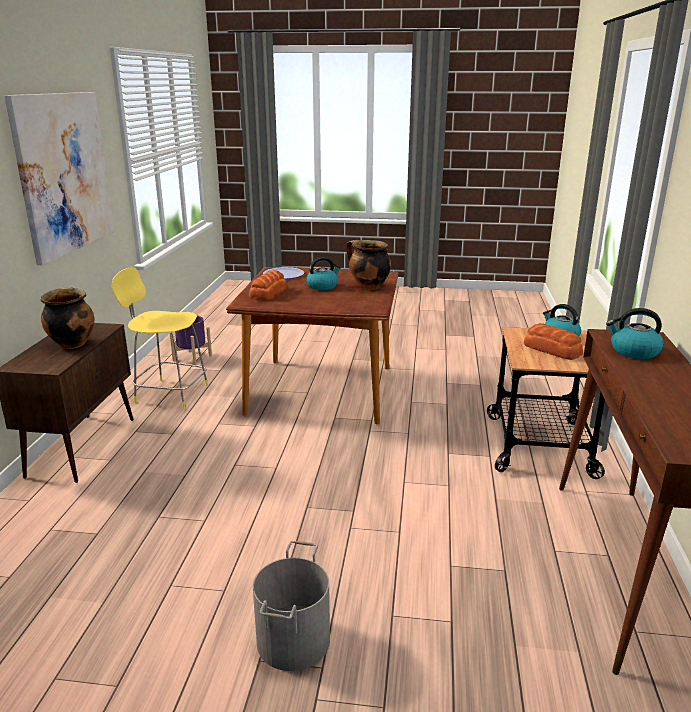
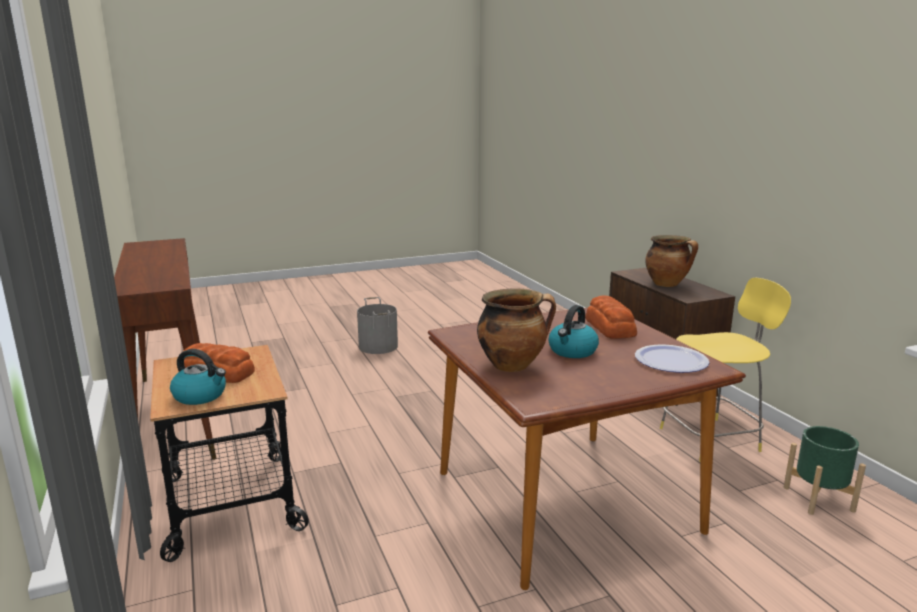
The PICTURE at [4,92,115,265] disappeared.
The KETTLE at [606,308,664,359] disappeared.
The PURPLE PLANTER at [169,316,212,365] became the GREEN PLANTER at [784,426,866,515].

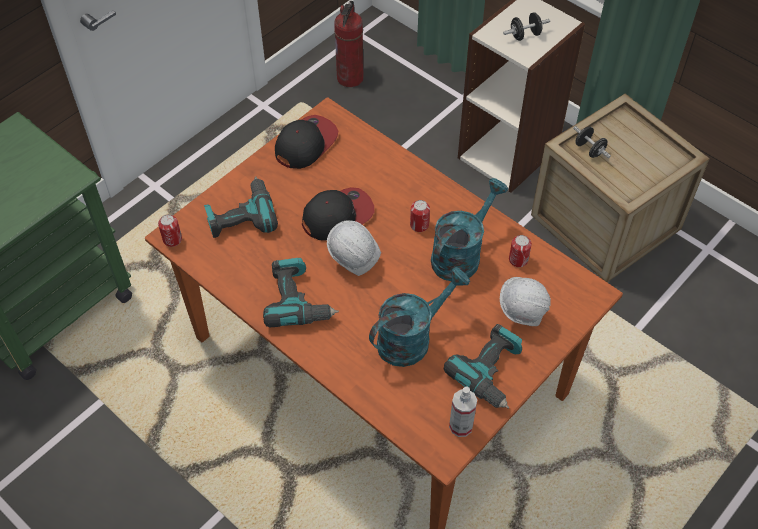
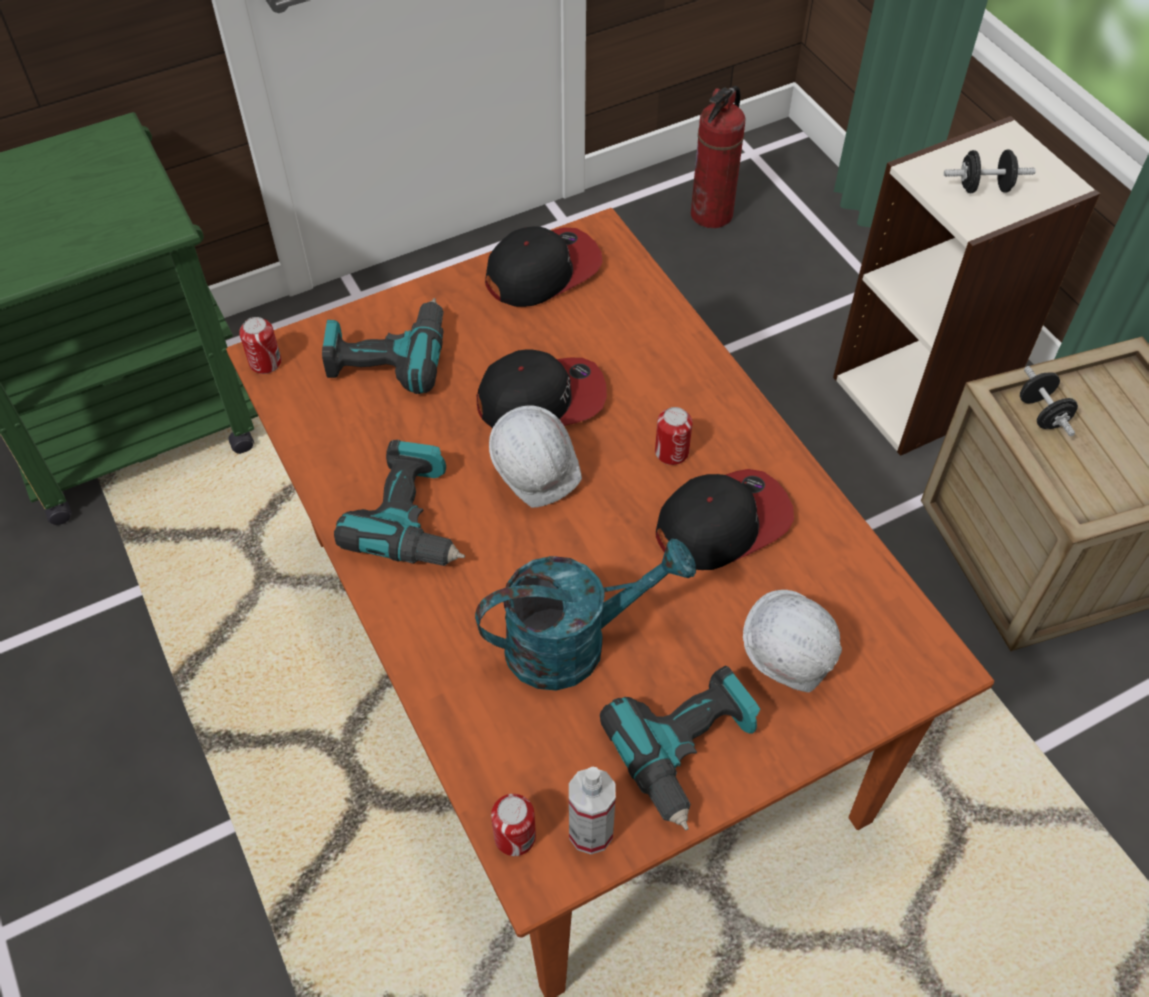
The CAN moved from [509,235,532,267] to [491,794,536,856].
The TURQUOISE WATERING CAN at [431,178,508,281] was replaced by the CAP at [656,469,794,570].

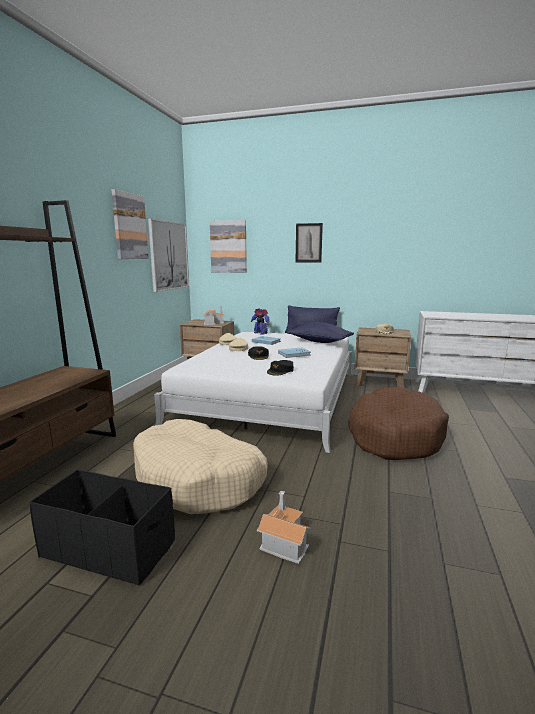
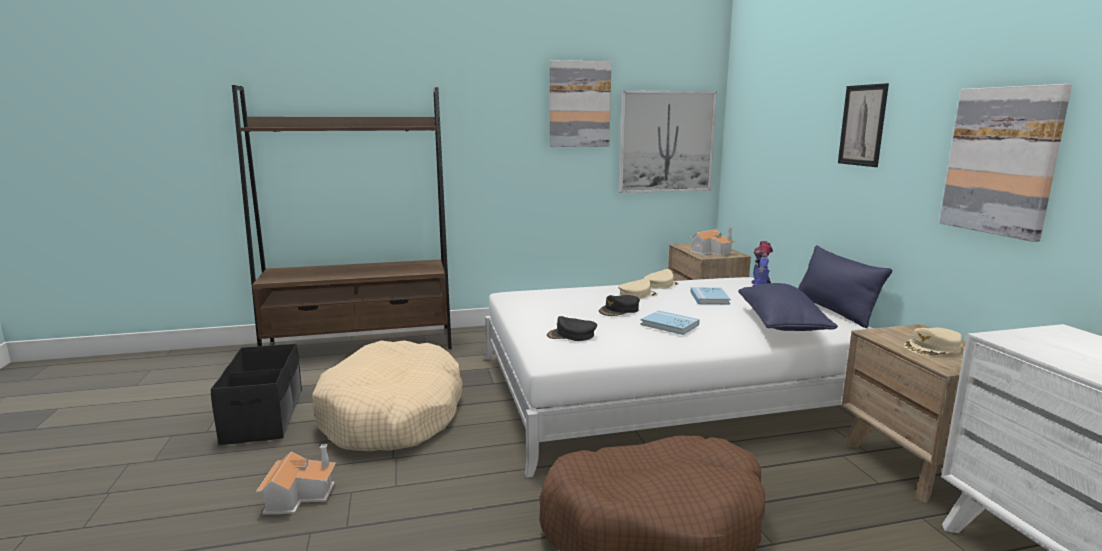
The PICTURE moved from [210,220,247,273] to [939,84,1072,242].

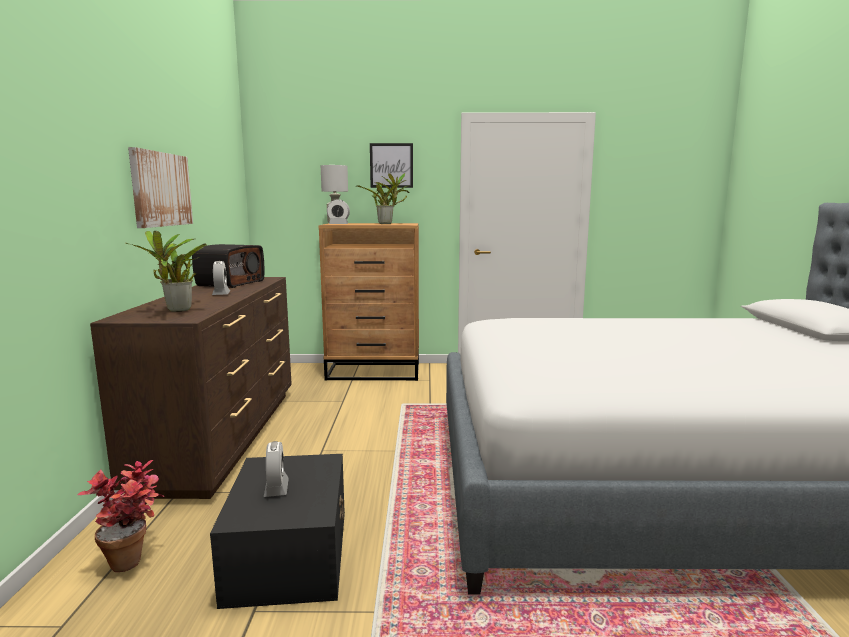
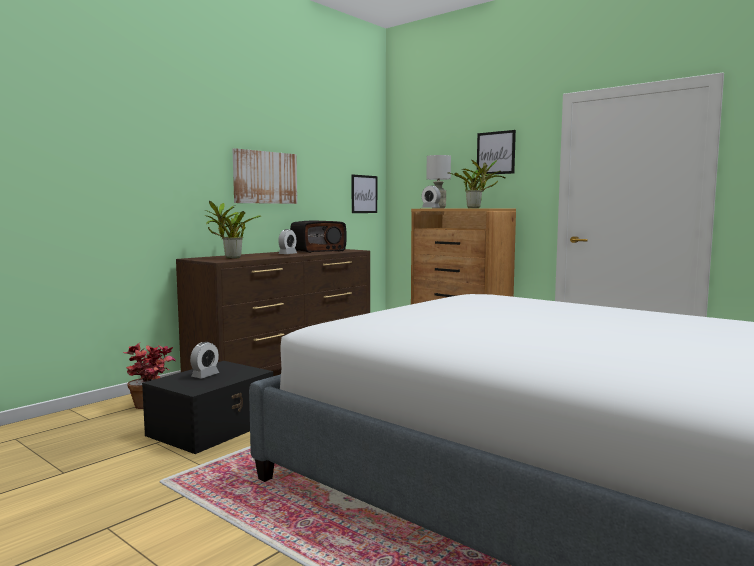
The PICTURE at [352,174,377,213] appeared.

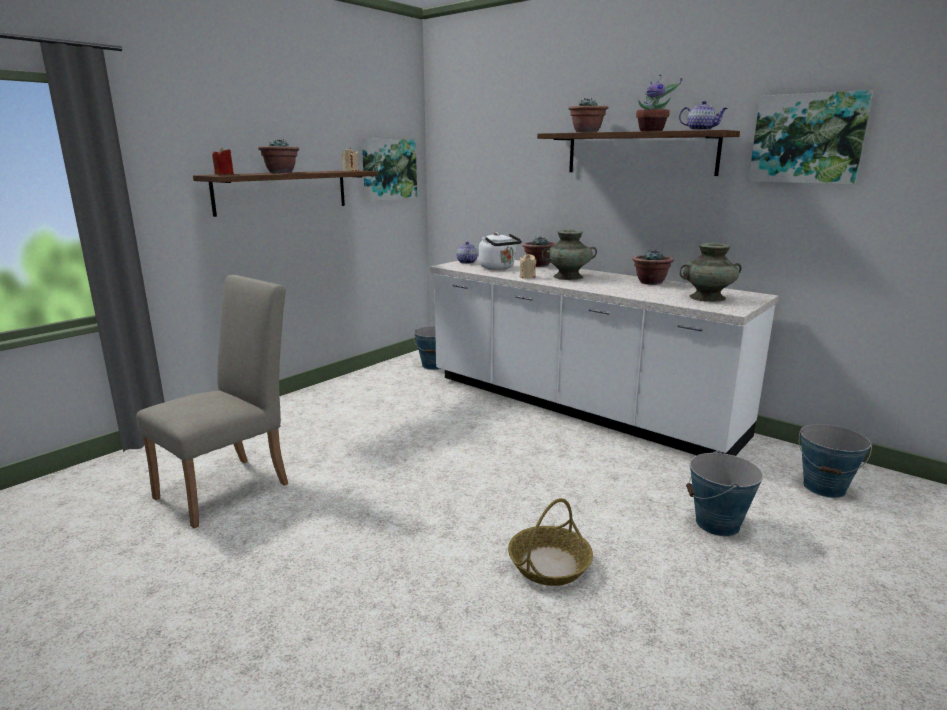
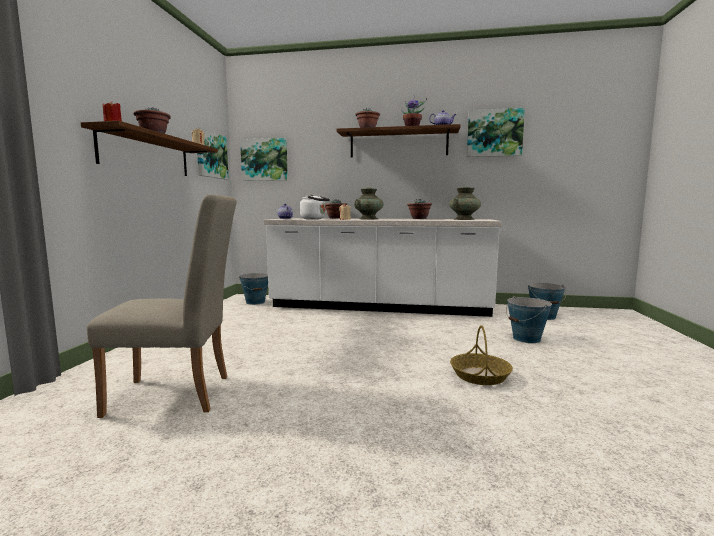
The PICTURE at [240,138,288,181] appeared.
The BEIGE CHAIR at [136,275,288,528] turned 75 degrees clockwise.

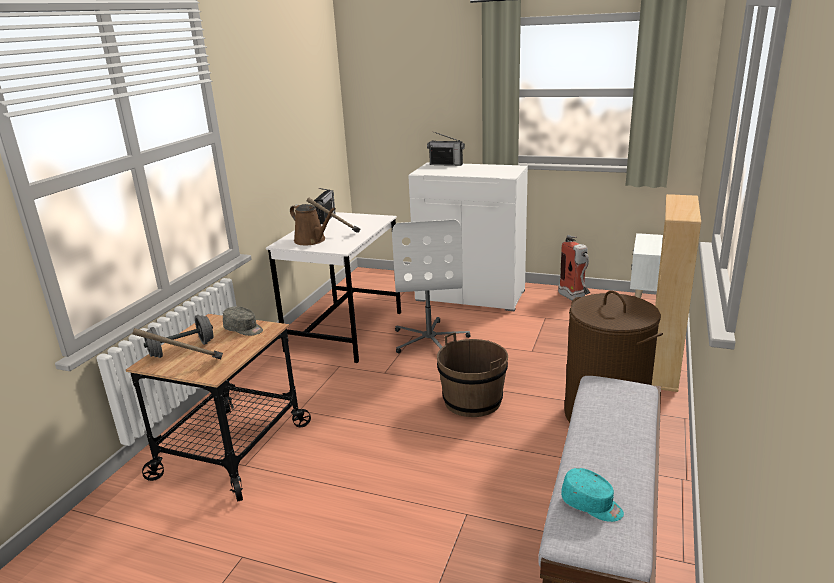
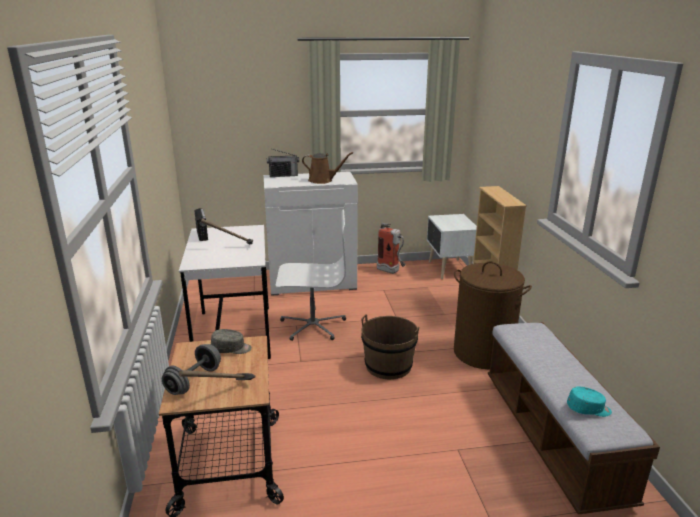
The BROWN WATERING CAN moved from [290,204,336,245] to [302,152,353,184].
The WHITE OFFICE CHAIR at [392,219,471,353] turned 60 degrees counterclockwise.

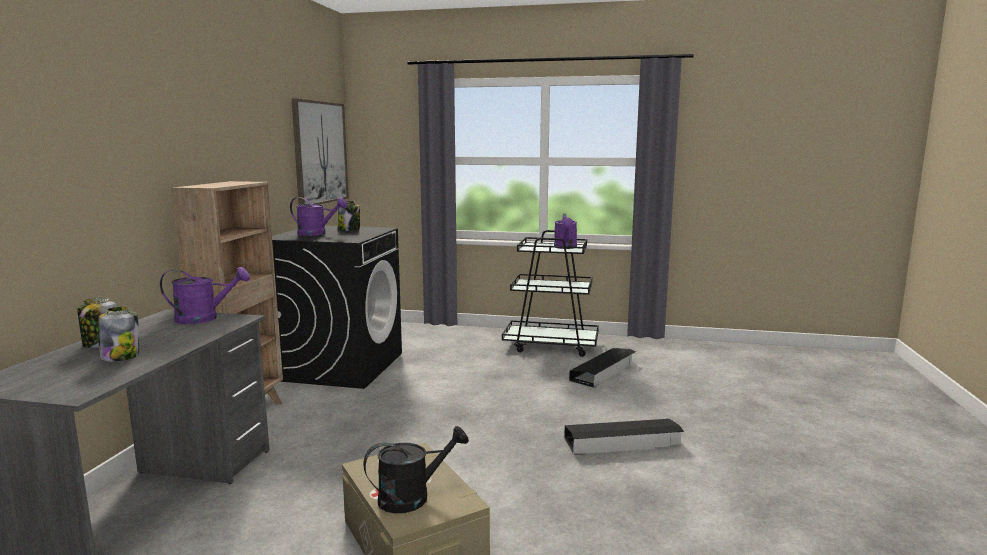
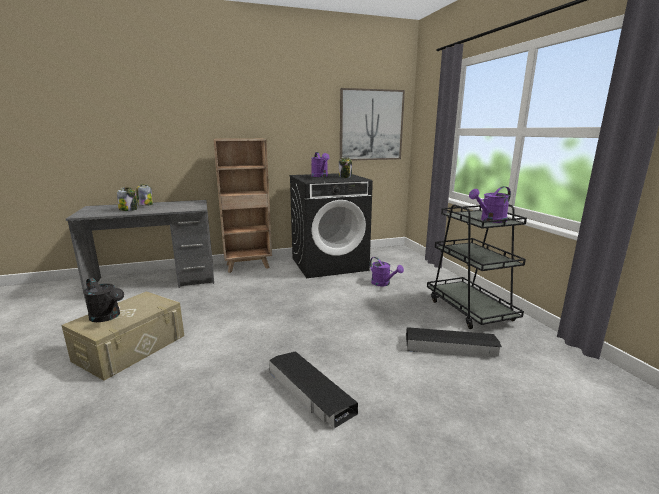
The PURPLE WATERING CAN moved from [160,267,250,324] to [370,257,404,286].

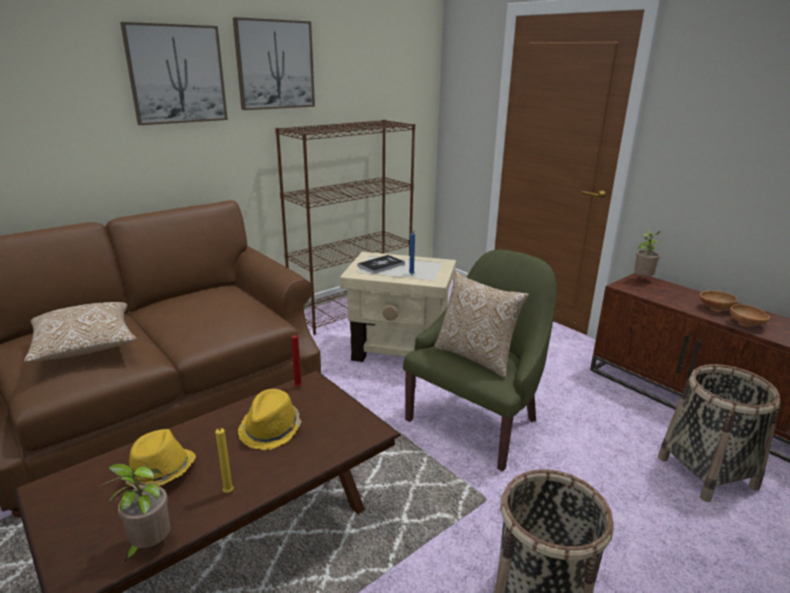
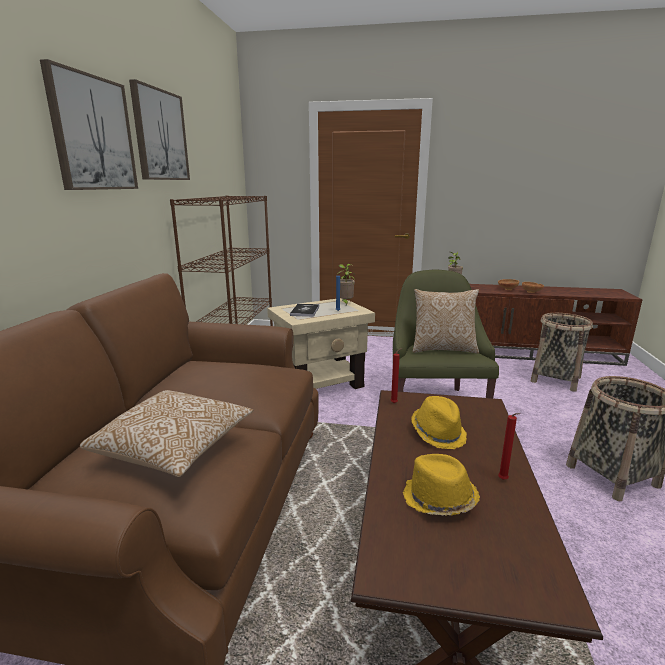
The POTTED PLANT moved from [99,464,170,562] to [337,264,355,305].
The YELLOW CANDLE at [213,428,234,493] became the RED CANDLE at [498,413,520,480].

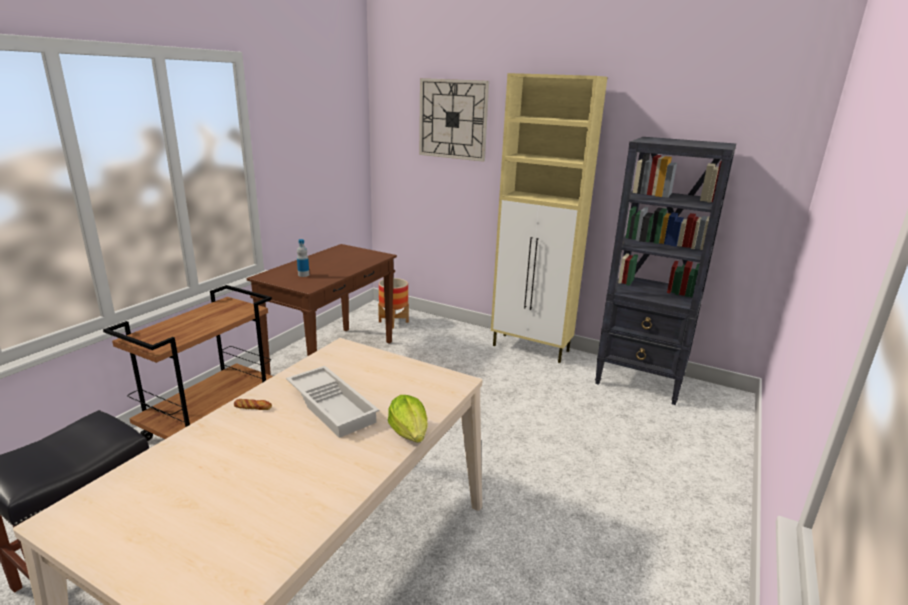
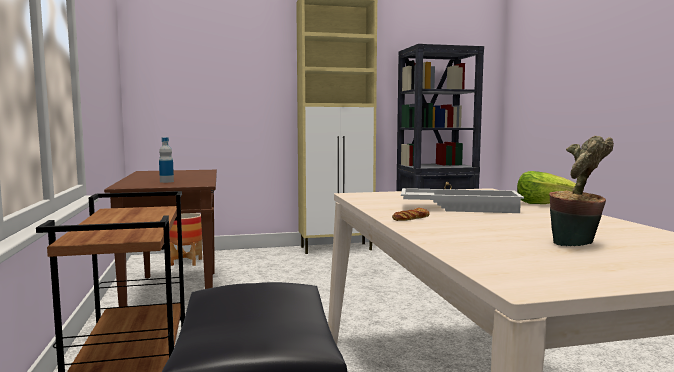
The WALL CLOCK at [419,78,489,162] disappeared.
The POTTED PLANT at [549,136,614,246] appeared.

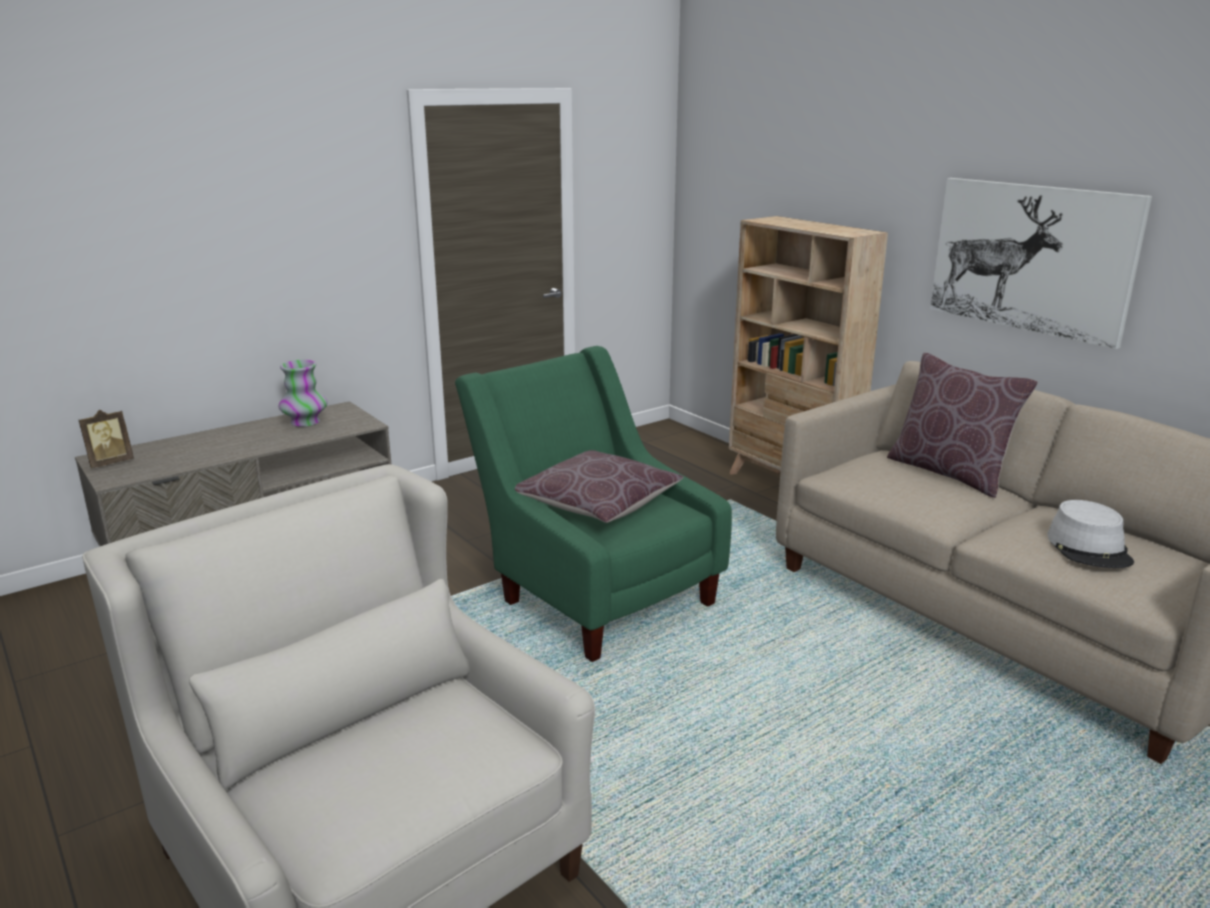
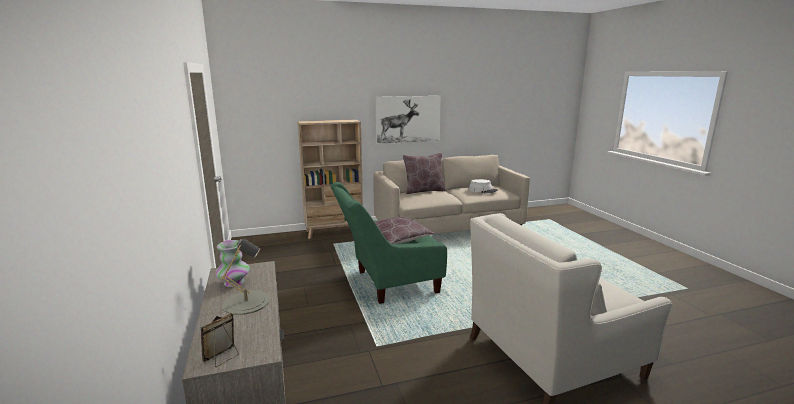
The GREY TABLE LAMP at [221,239,270,315] appeared.
The PICTURE FRAME at [79,410,134,468] turned 120 degrees counterclockwise.

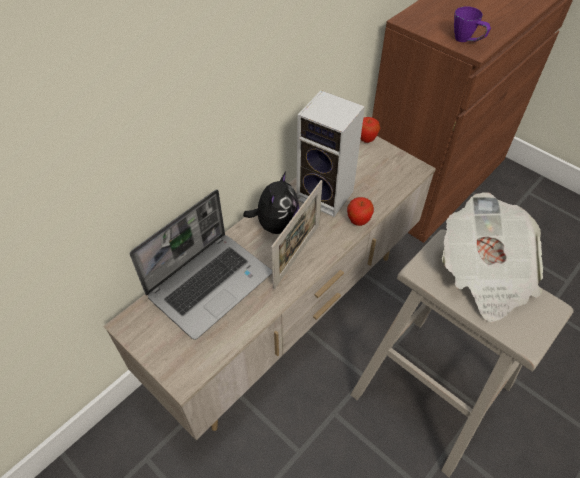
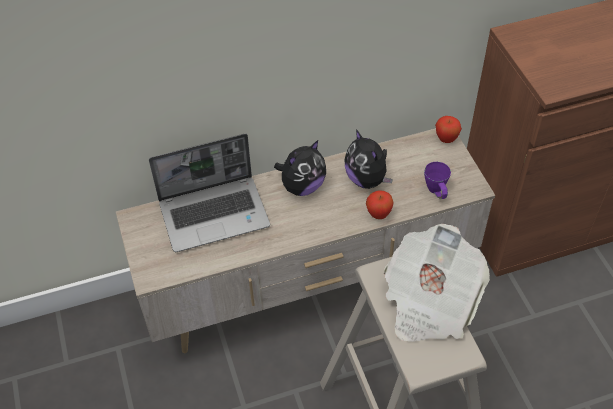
The PICTURE FRAME at [271,180,322,289] disappeared.
The PURPLE MUG moved from [454,6,491,42] to [424,162,451,199].
The SPEAKER at [296,90,365,217] was replaced by the PLUSH TOY at [345,129,393,189].

